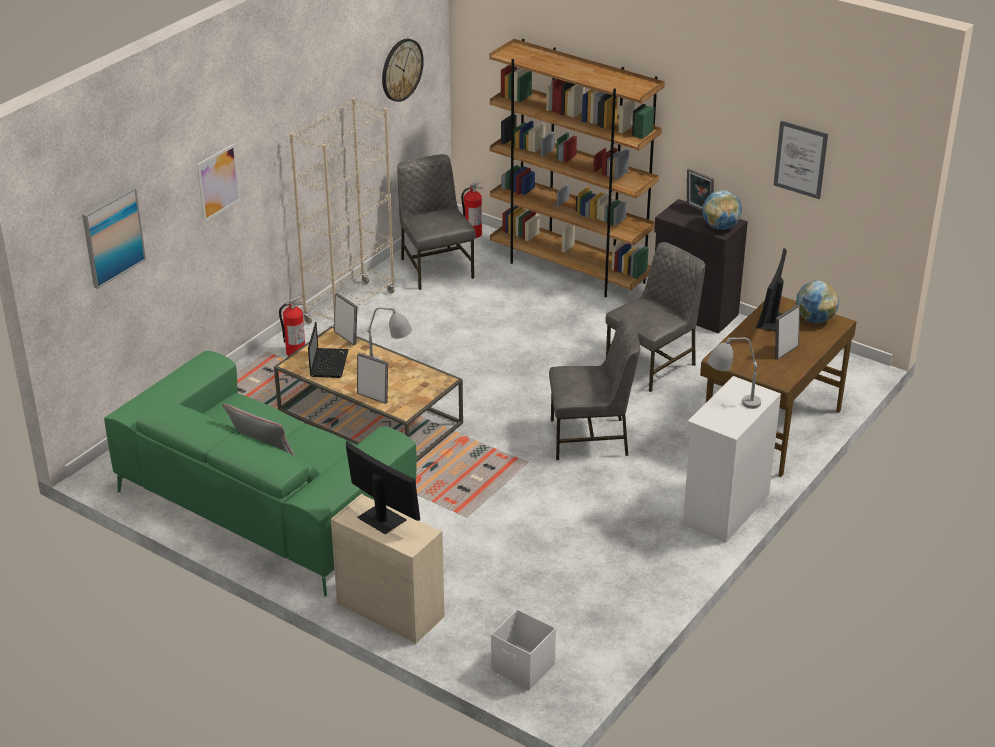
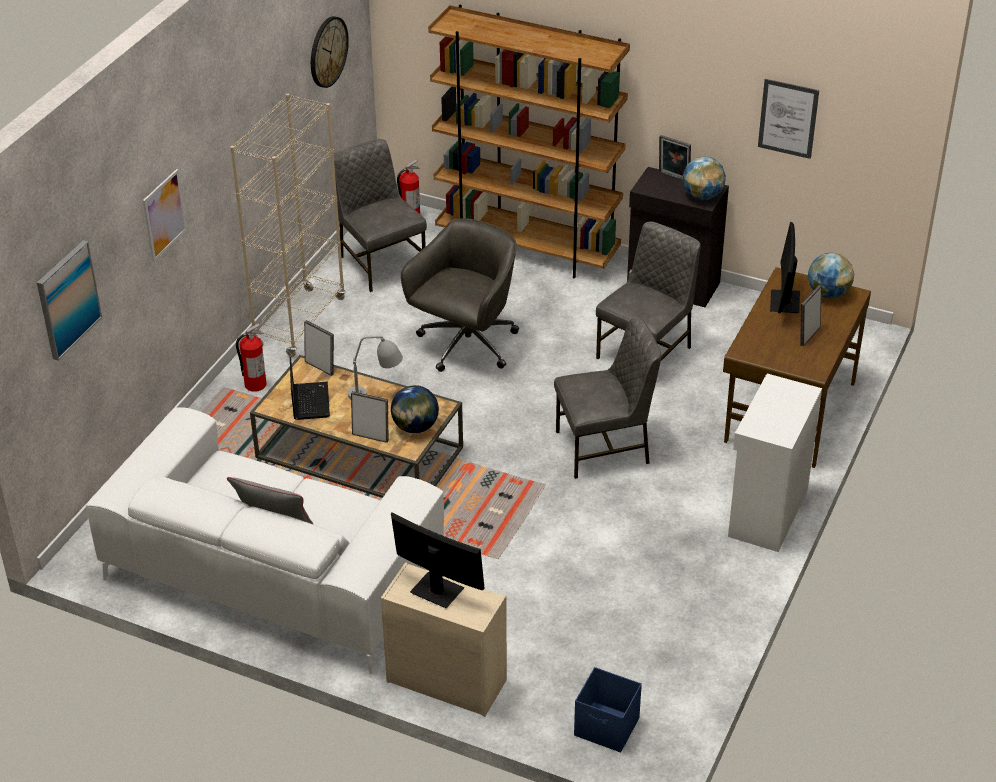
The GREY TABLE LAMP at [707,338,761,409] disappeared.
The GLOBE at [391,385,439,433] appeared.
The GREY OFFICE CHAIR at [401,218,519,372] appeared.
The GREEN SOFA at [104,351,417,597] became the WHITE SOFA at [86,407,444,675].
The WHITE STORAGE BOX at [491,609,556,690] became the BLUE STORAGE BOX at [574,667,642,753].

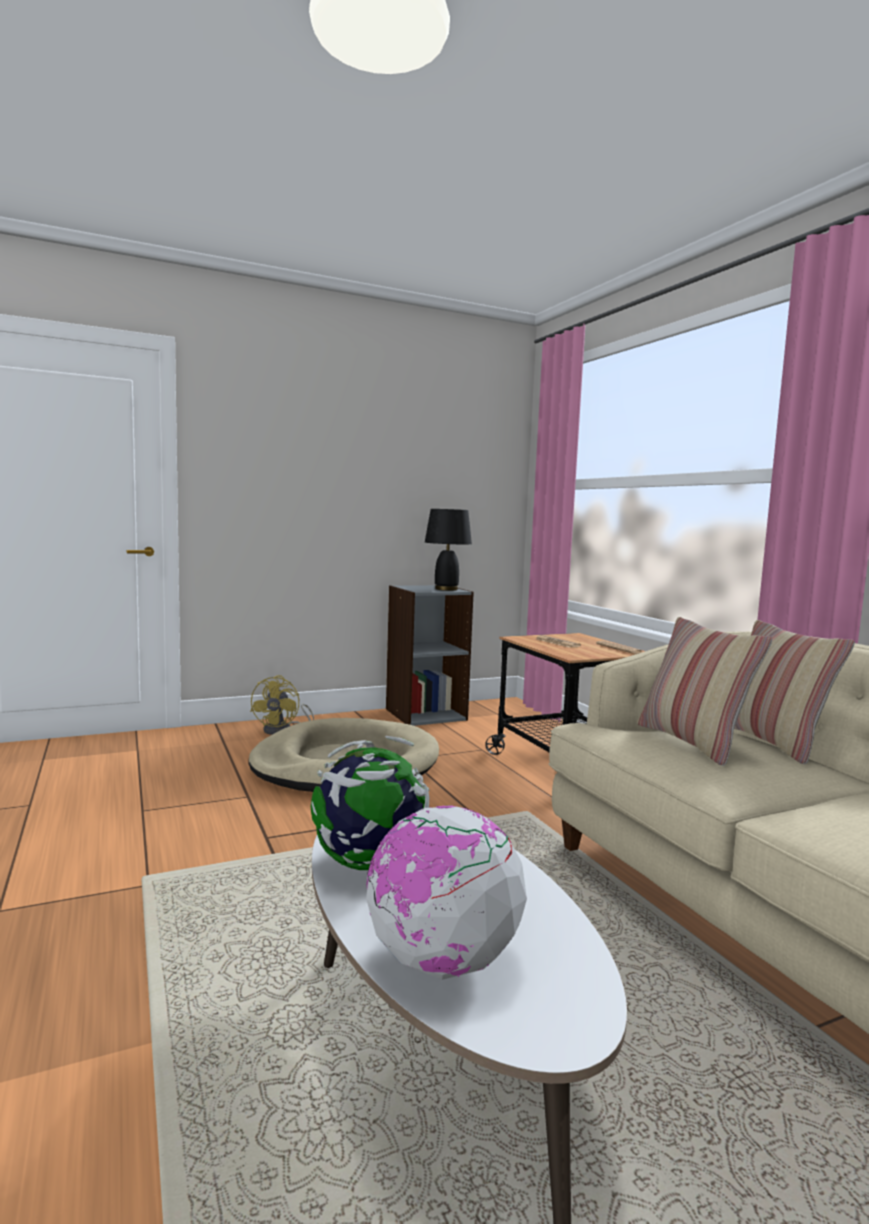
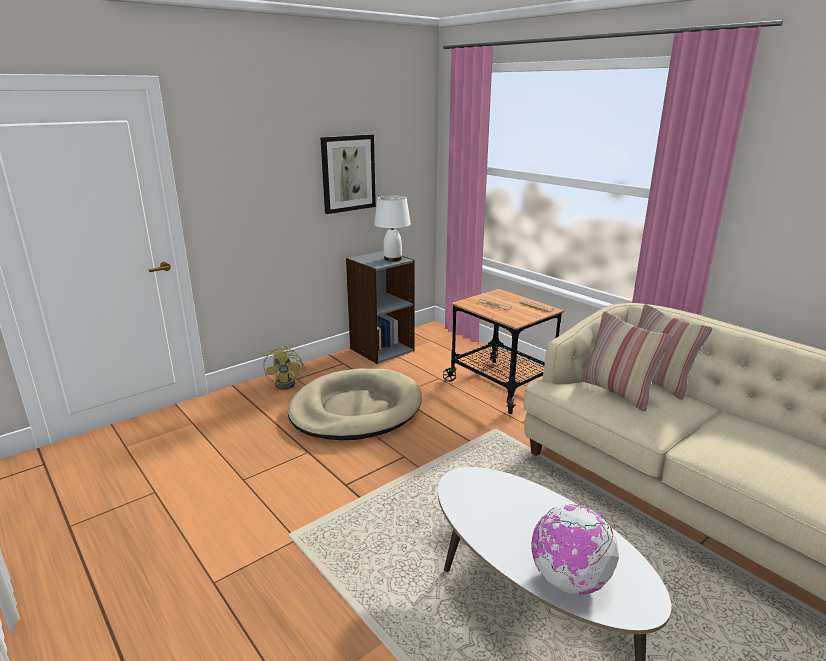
The GLOBE at [311,736,429,870] disappeared.
The PICTURE at [320,134,376,214] appeared.
The BLACK TABLE LAMP at [425,509,472,591] became the WHITE TABLE LAMP at [374,196,411,261].

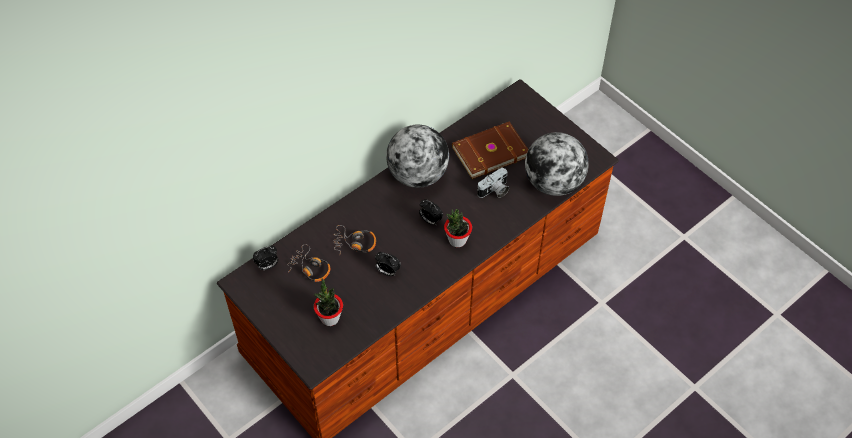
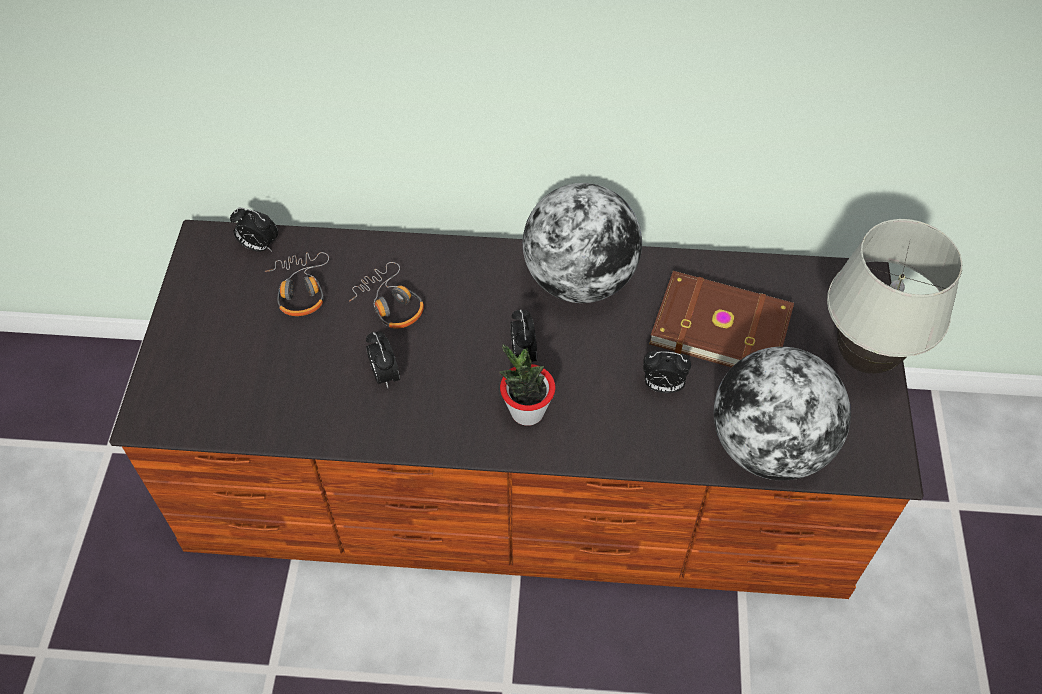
The POTTED PLANT at [313,278,343,326] disappeared.
The WHITE TABLE LAMP at [827,219,962,374] appeared.
The PHOTO CAMERA at [477,168,509,198] was replaced by the ALARM CLOCK at [643,351,691,393].

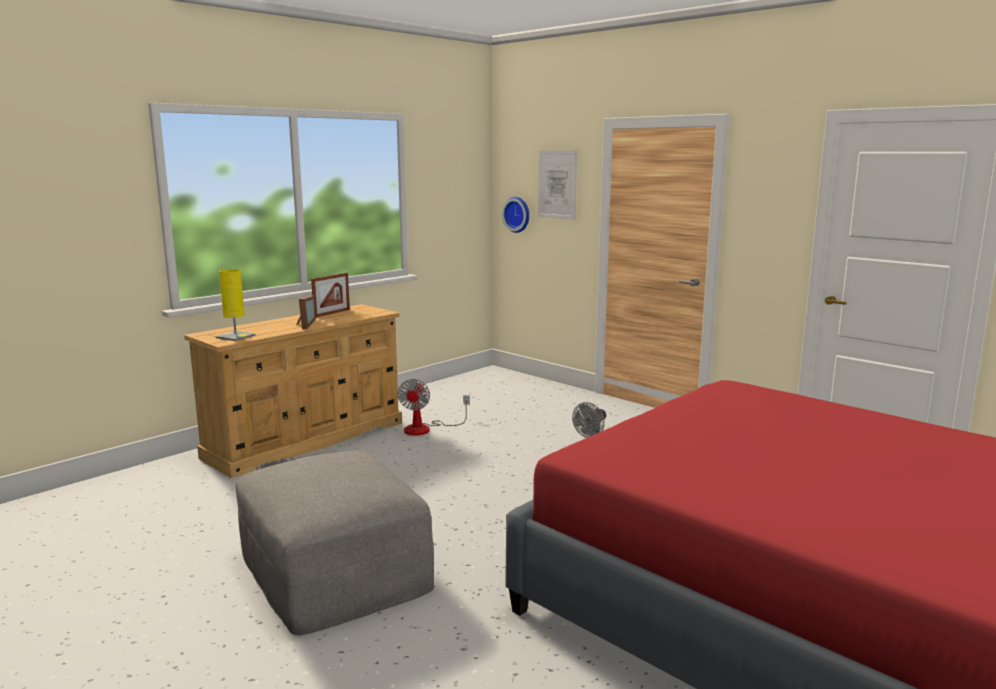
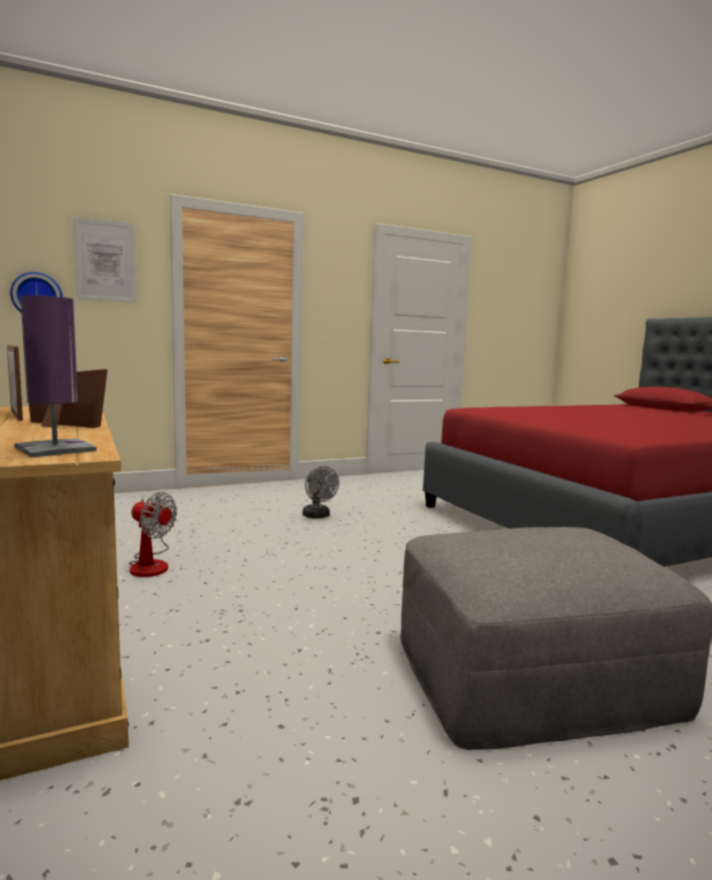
The YELLOW TABLE LAMP at [216,269,255,341] became the PURPLE TABLE LAMP at [14,295,97,457].

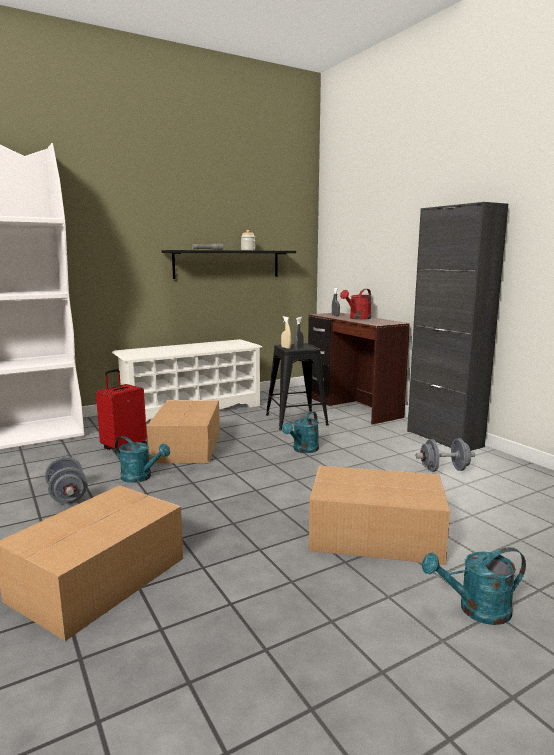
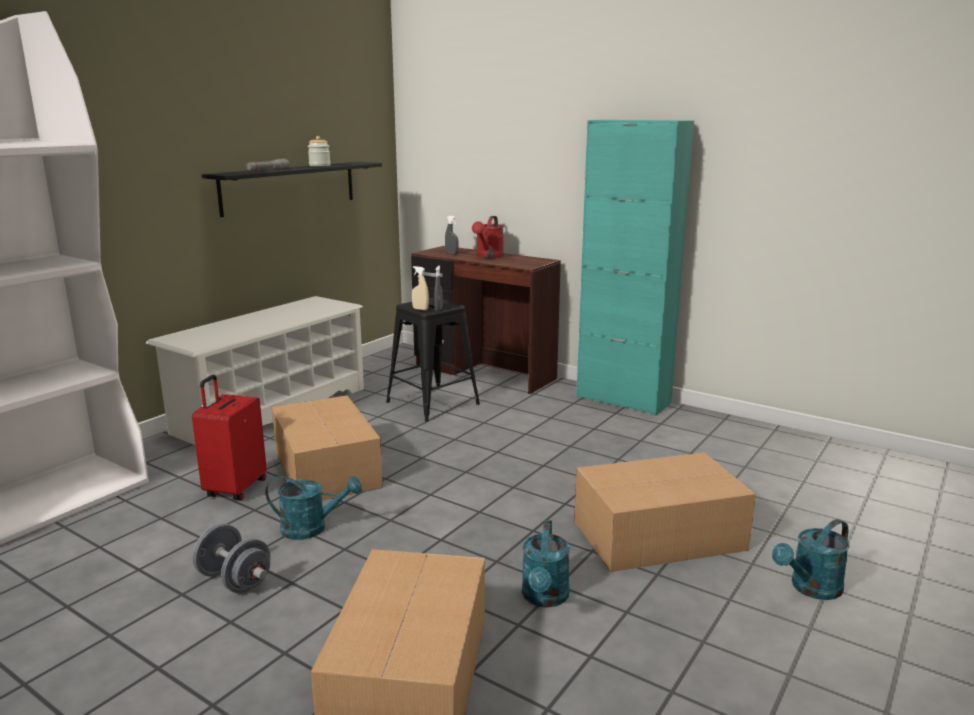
The GREY DUMBBELL at [416,438,475,472] disappeared.
The TURQUOISE WATERING CAN moved from [282,412,319,453] to [522,520,570,608].
The BLACK CABINET at [407,202,508,451] became the TURQUOISE CABINET at [576,120,694,416].

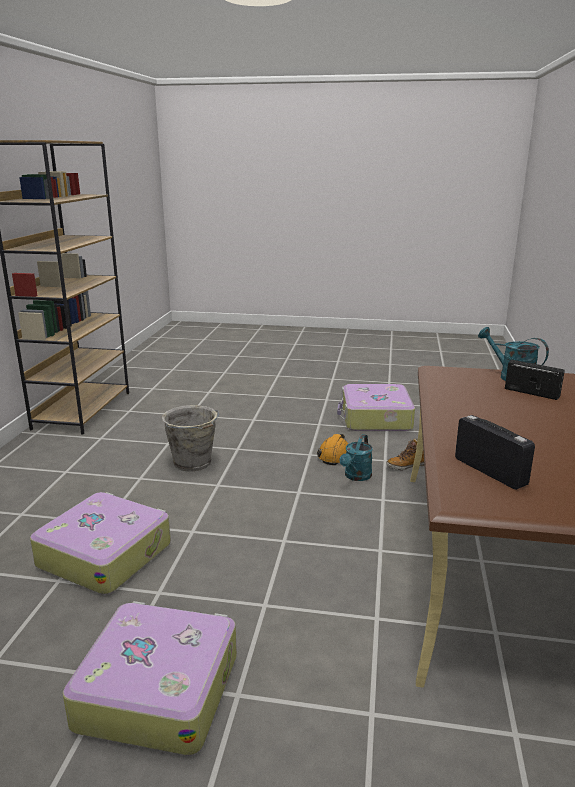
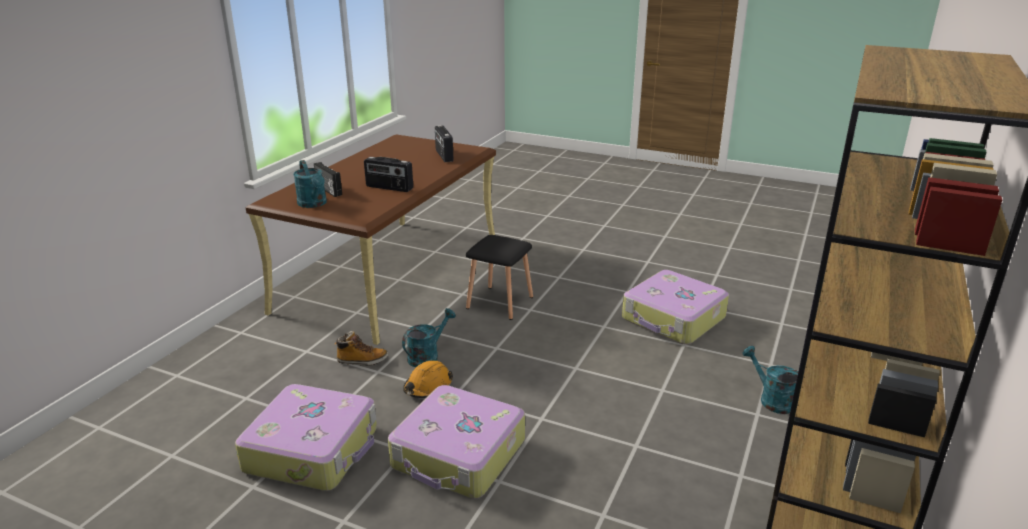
The GREY BUCKET at [162,405,219,471] disappeared.
The RADIO at [364,157,413,192] appeared.
The BLACK STOOL at [466,235,533,320] appeared.
The TURQUOISE WATERING CAN at [742,346,798,414] appeared.
The SUITCASE moved from [63,601,237,755] to [388,385,525,499].

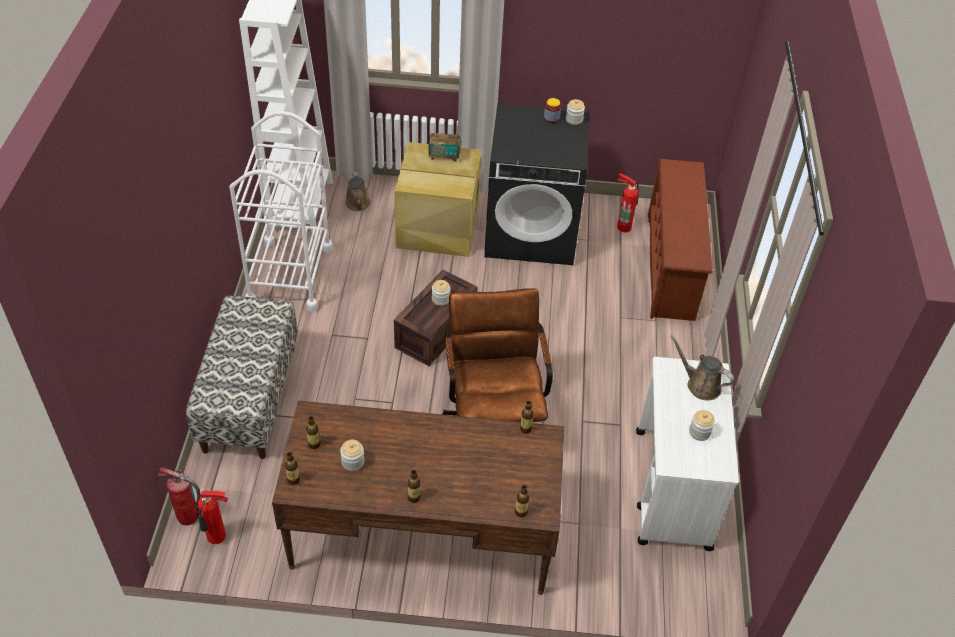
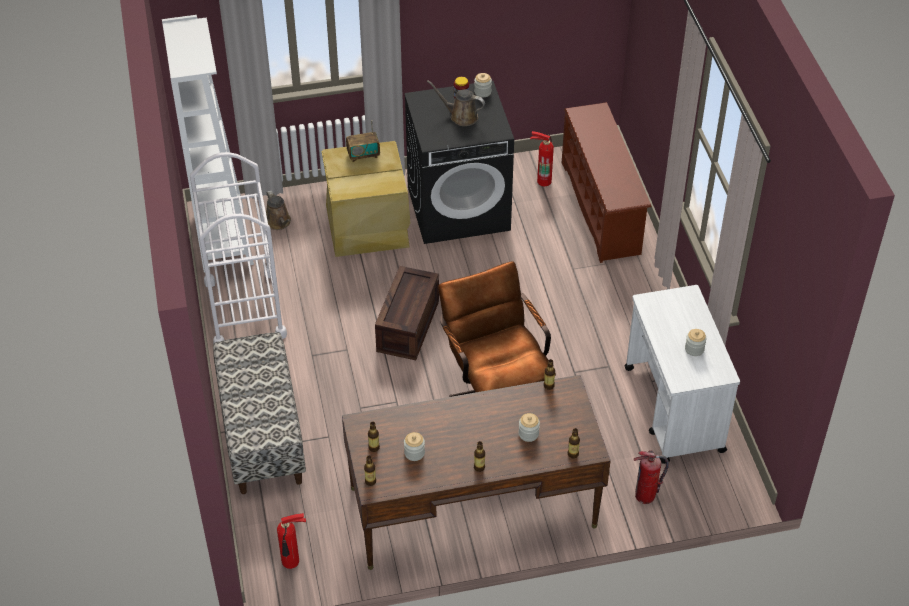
The FIRE EXTINGUISHER moved from [158,468,201,525] to [634,450,669,504].
The JAR moved from [432,280,450,306] to [519,413,540,442].
The BROWN WATERING CAN moved from [670,335,734,400] to [427,80,485,126].

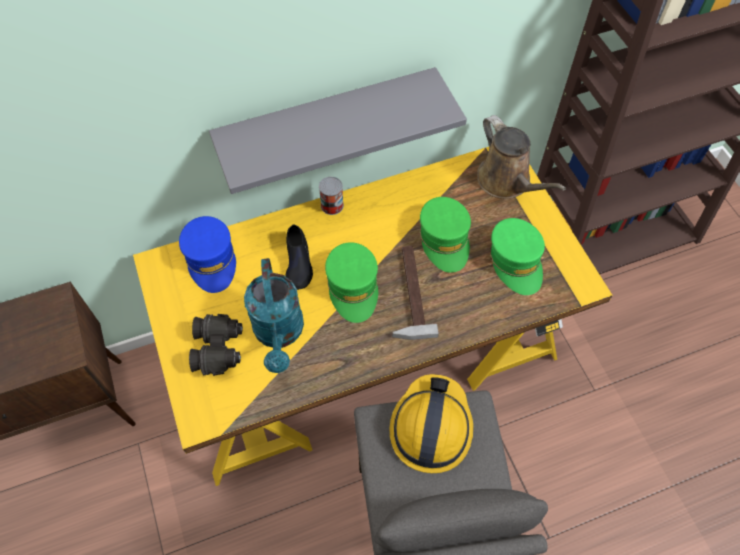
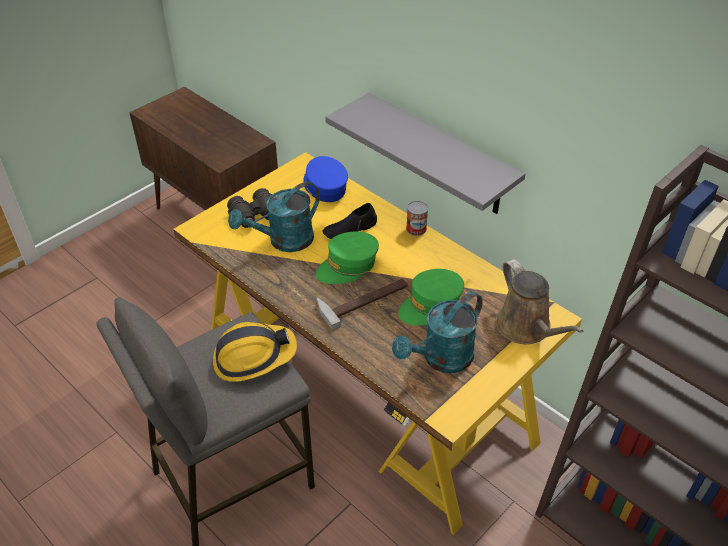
The GREEN CAP at [490,218,545,295] was replaced by the TURQUOISE WATERING CAN at [392,292,483,373].
The BLUE CAP at [179,216,236,293] turned 105 degrees clockwise.
The BROWN WATERING CAN at [477,115,566,199] turned 60 degrees counterclockwise.

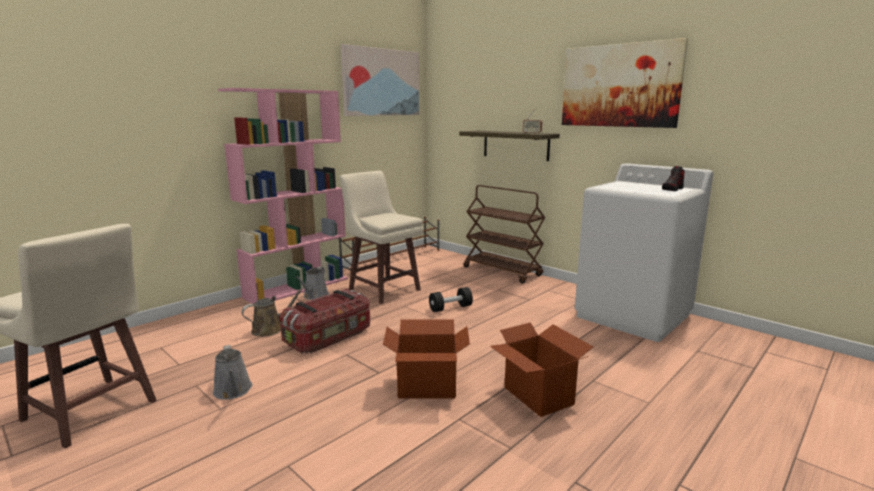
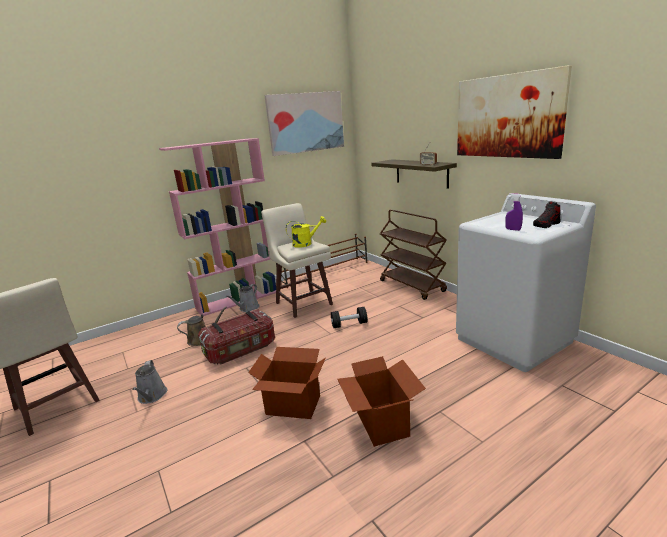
The YELLOW WATERING CAN at [286,216,326,248] appeared.
The PURPLE SPRAY BOTTLE at [505,193,523,231] appeared.

